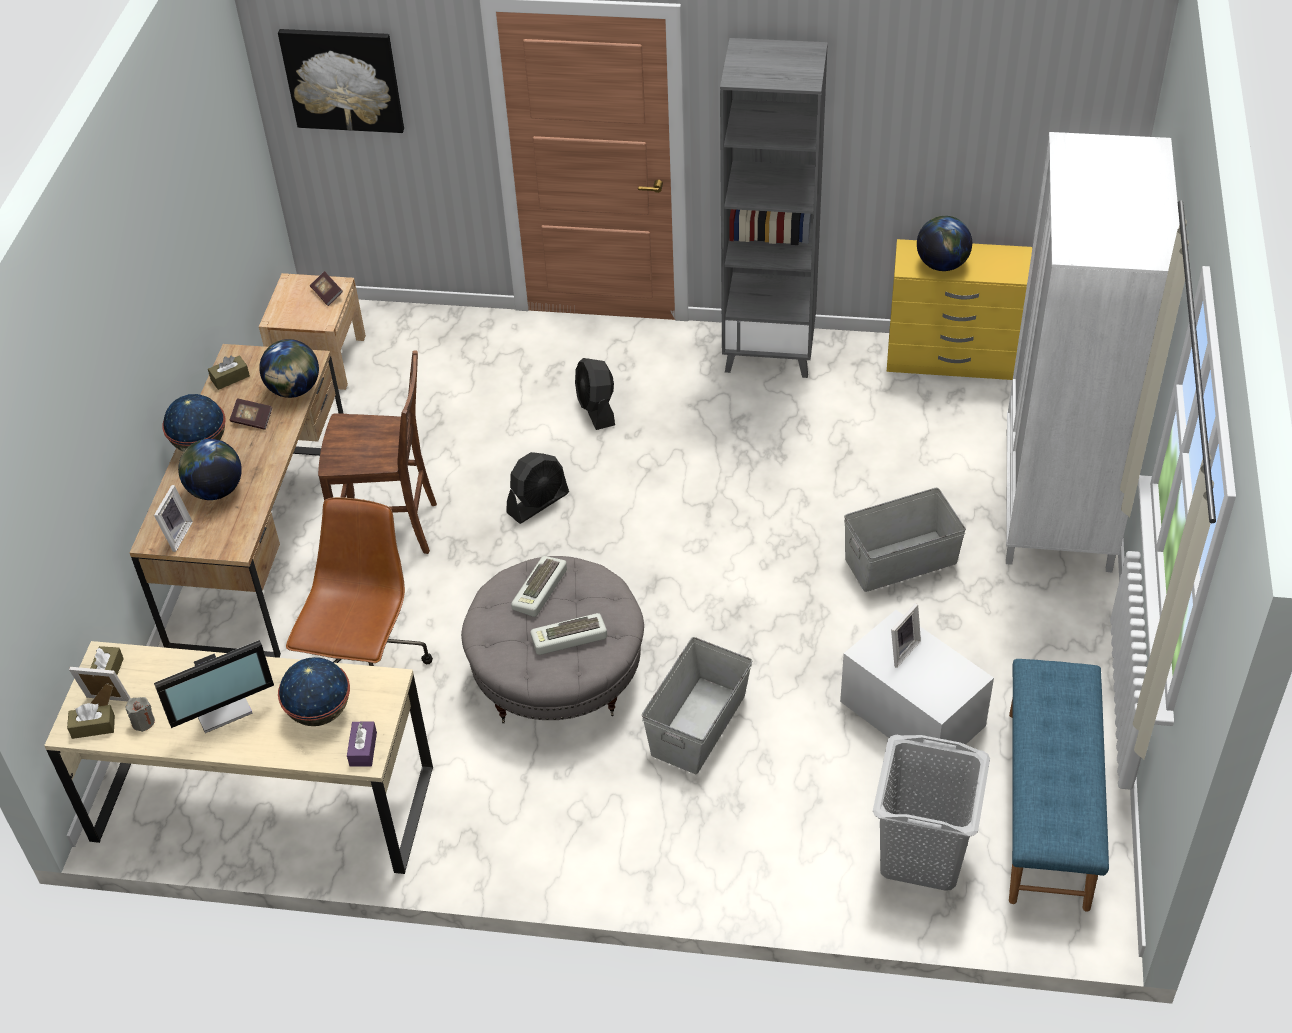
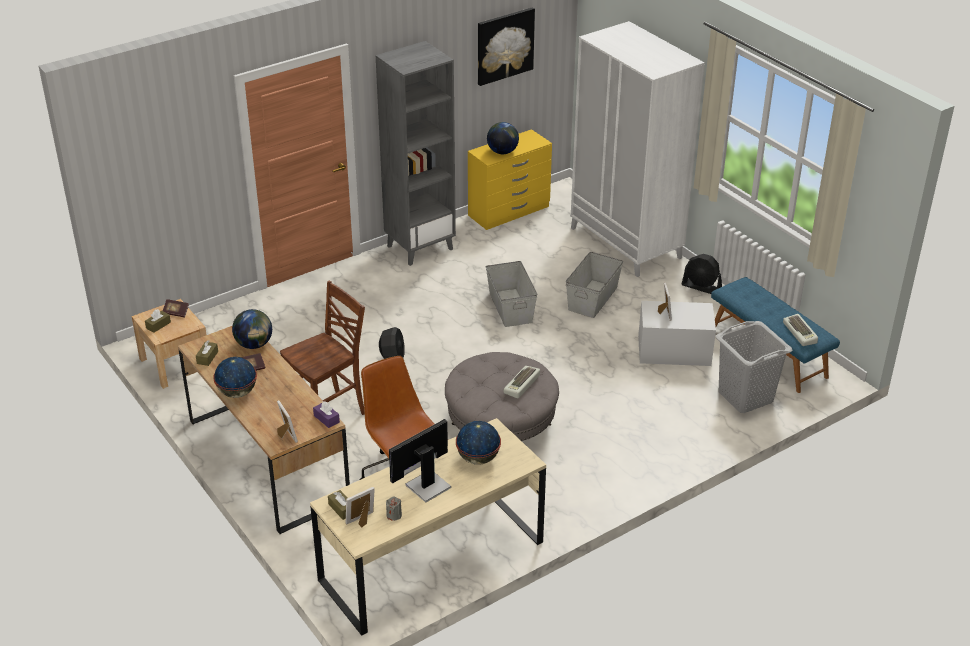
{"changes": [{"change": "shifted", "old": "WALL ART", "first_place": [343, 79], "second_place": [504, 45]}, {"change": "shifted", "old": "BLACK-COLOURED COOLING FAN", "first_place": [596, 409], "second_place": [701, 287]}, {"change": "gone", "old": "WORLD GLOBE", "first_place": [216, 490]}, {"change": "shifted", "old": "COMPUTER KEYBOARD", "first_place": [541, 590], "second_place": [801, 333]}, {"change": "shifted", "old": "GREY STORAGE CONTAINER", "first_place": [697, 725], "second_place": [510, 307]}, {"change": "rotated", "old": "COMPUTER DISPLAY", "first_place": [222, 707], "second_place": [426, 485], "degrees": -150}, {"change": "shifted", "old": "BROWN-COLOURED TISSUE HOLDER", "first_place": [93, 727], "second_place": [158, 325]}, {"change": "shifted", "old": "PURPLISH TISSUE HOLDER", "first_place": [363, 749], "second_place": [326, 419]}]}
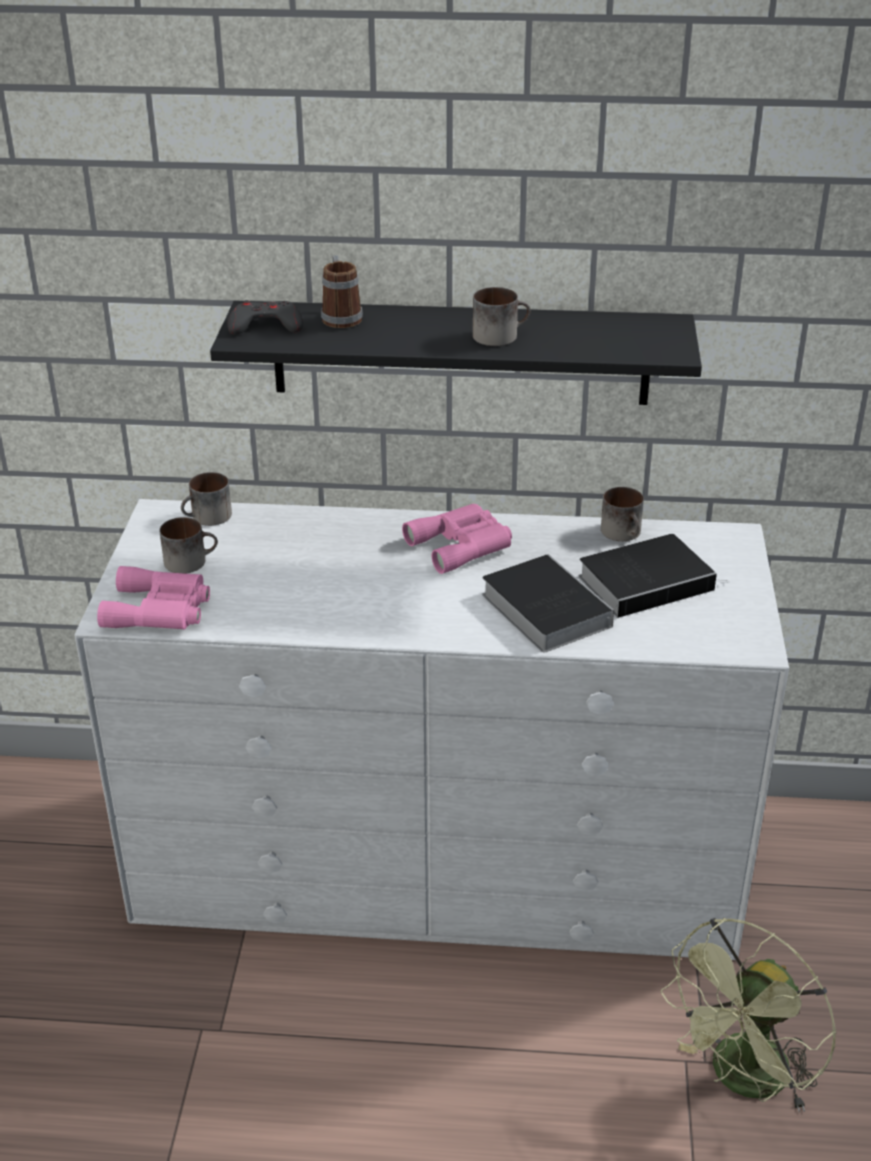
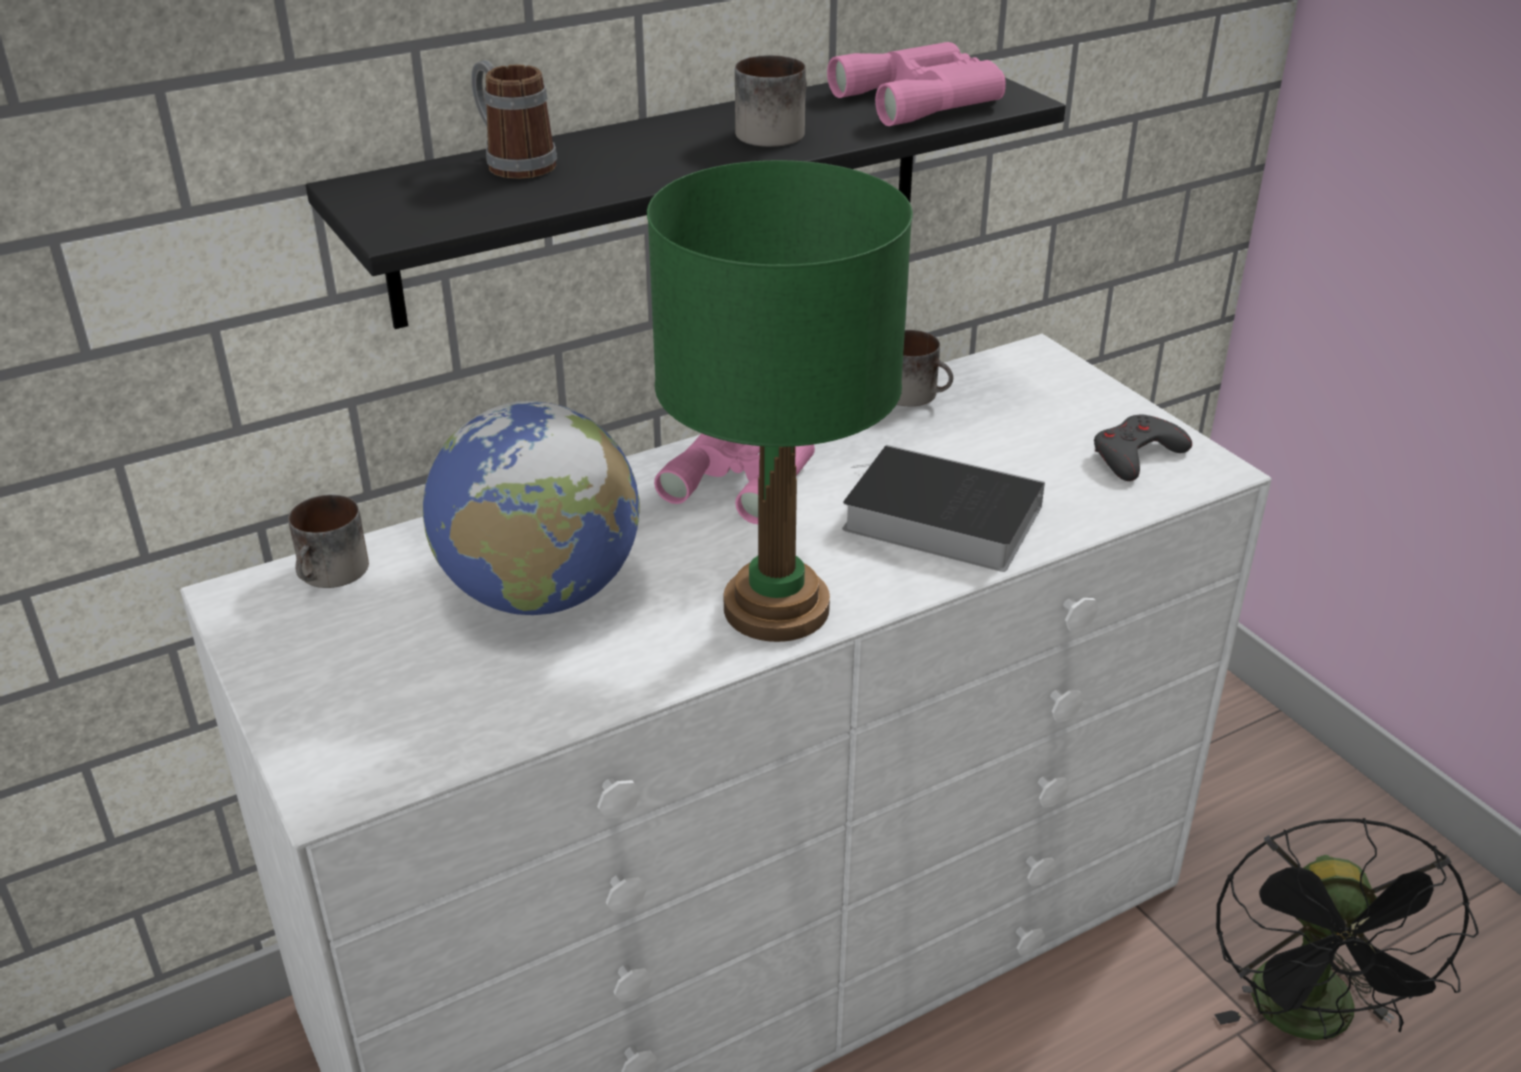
{"changes": [{"change": "shifted", "old": "GREY GAMEPAD", "first_place": [265, 325], "second_place": [1136, 455]}, {"change": "gone", "old": "MUG", "first_place": [190, 560]}, {"change": "gone", "old": "VOLUME", "first_place": [648, 581]}, {"change": "shifted", "old": "PINK FIELD GLASSES", "first_place": [160, 610], "second_place": [924, 99]}, {"change": "repainted", "old": "GREEN-COLOURED COOLING FAN", "new": "BLACK-COLOURED COOLING FAN", "first_place": [743, 1081], "second_place": [1310, 1021]}, {"change": "new", "new": "GREEN-COLOURED TABLE LAMP", "second_place": [776, 607]}, {"change": "new", "new": "WORLD GLOBE", "second_place": [541, 594]}]}
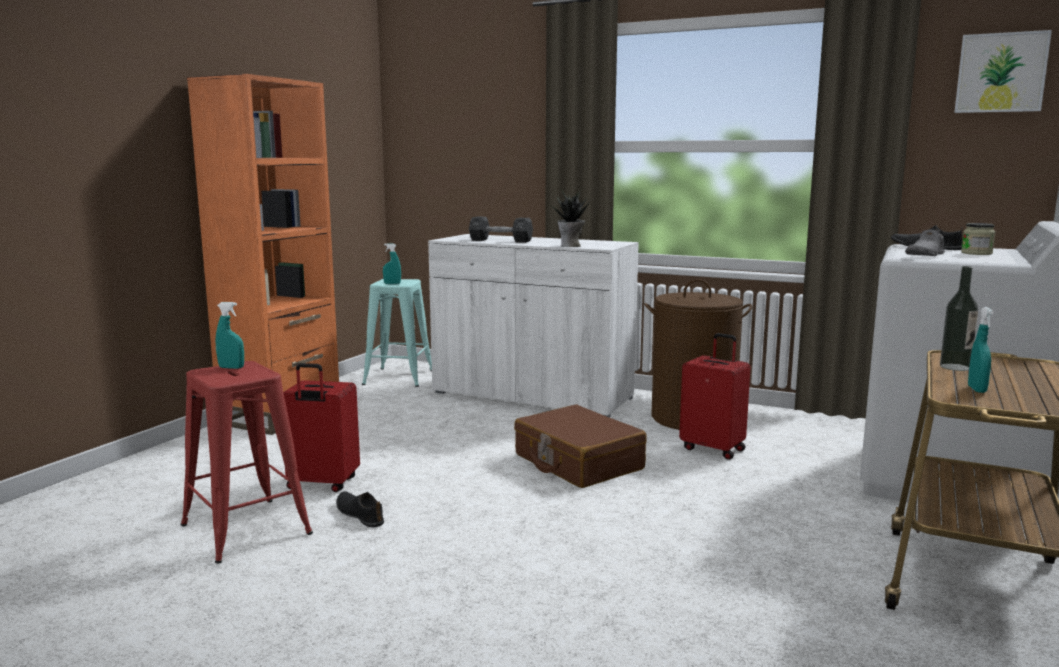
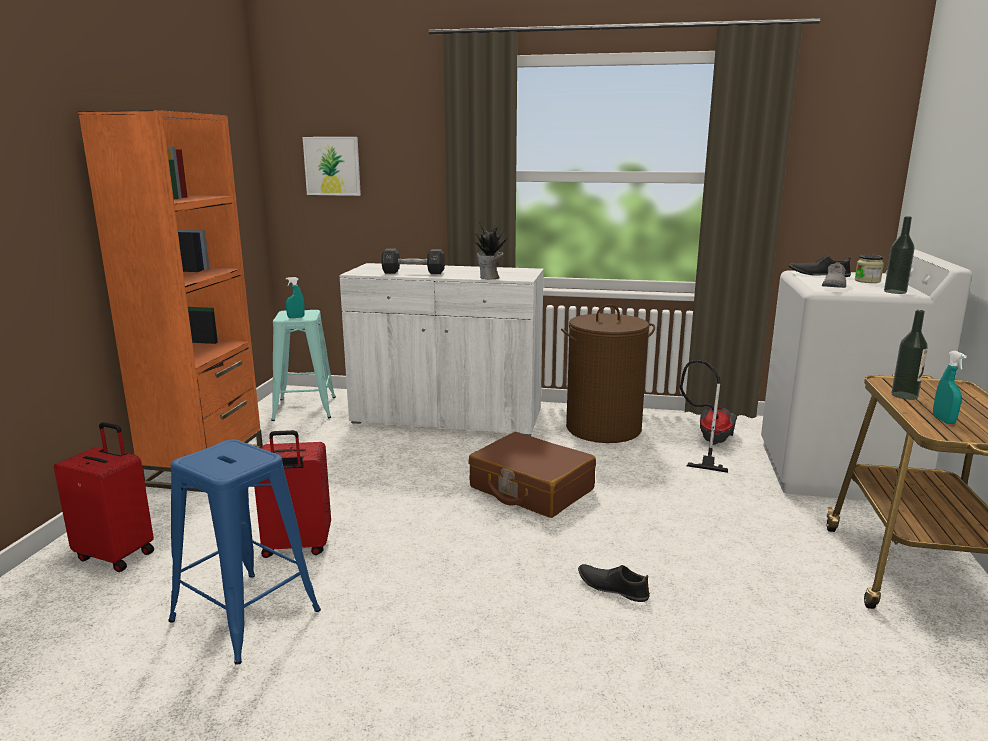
{"changes": [{"change": "shifted", "old": "WALL ART", "first_place": [1001, 73], "second_place": [332, 166]}, {"change": "gone", "old": "TURQUOISE-COLOURED HAND SPRAYER", "first_place": [231, 367]}, {"change": "shifted", "old": "REDDISH TRAVEL CASE", "first_place": [713, 449], "second_place": [117, 555]}, {"change": "repainted", "old": "REDDISH STOOL SEAT", "new": "BLUE-COLOURED STOOL SEAT", "first_place": [246, 529], "second_place": [245, 615]}, {"change": "shifted", "old": "BLACK-COLOURED SHOE", "first_place": [360, 514], "second_place": [612, 587]}, {"change": "new", "new": "DRINK BOTTLE", "second_place": [895, 291]}, {"change": "new", "new": "VACUUM CLEANER", "second_place": [709, 443]}]}
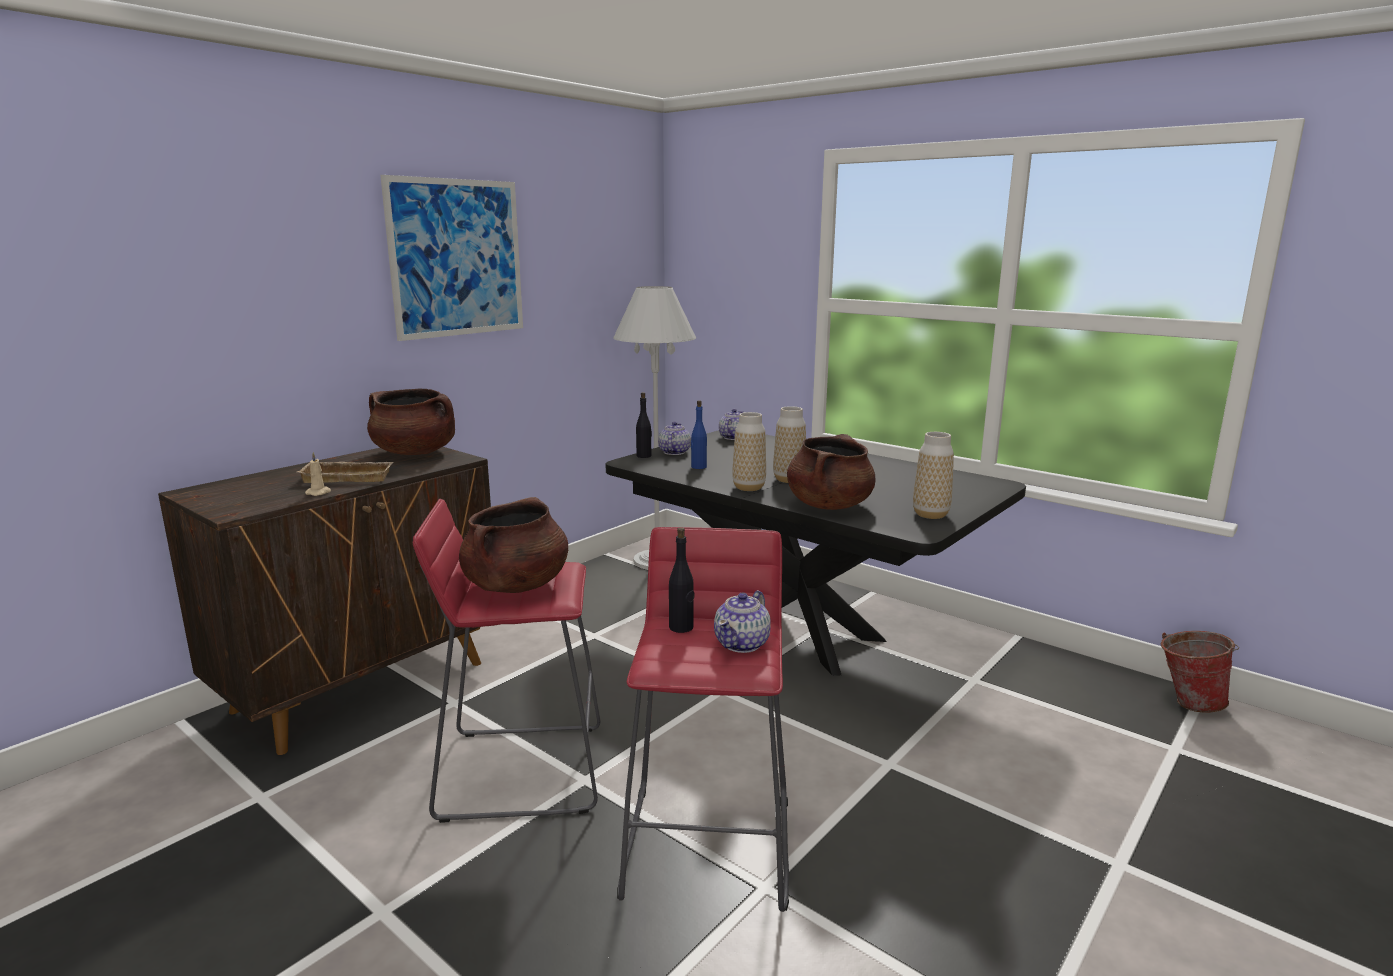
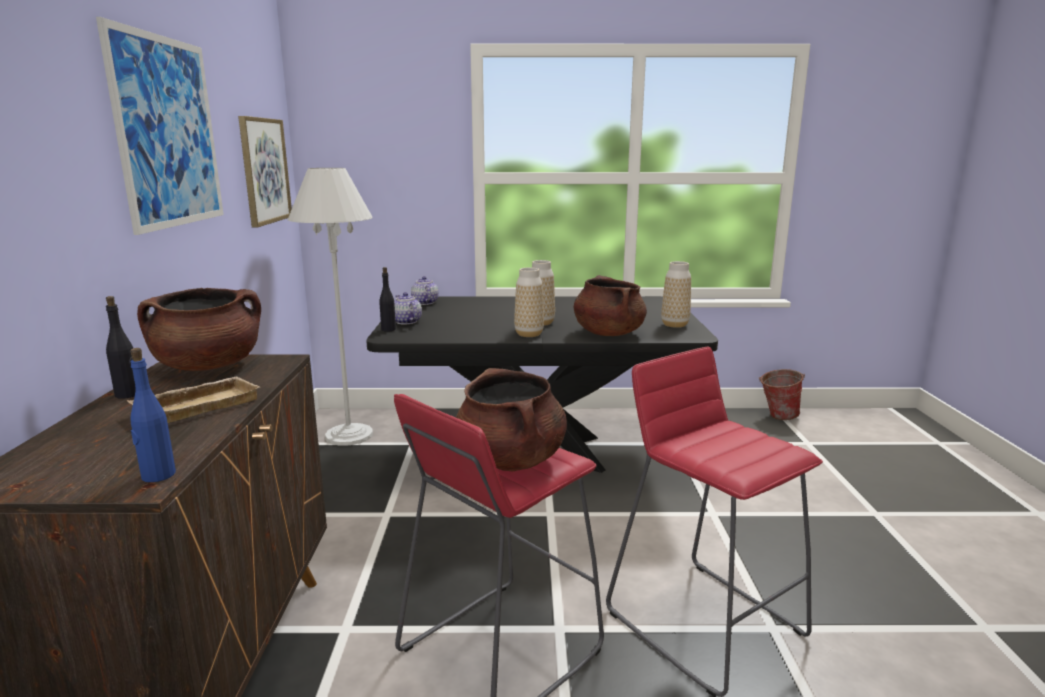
{"changes": [{"change": "shifted", "old": "BLUE-COLOURED DRINK BOTTLE", "first_place": [698, 467], "second_place": [158, 475]}, {"change": "gone", "old": "SAND-COLOURED CANDLE", "first_place": [319, 493]}, {"change": "shifted", "old": "BLACK-COLOURED DRINK BOTTLE", "first_place": [681, 627], "second_place": [128, 394]}, {"change": "gone", "old": "TEA POT", "first_place": [742, 643]}, {"change": "new", "new": "WALL ART", "second_place": [264, 171]}]}
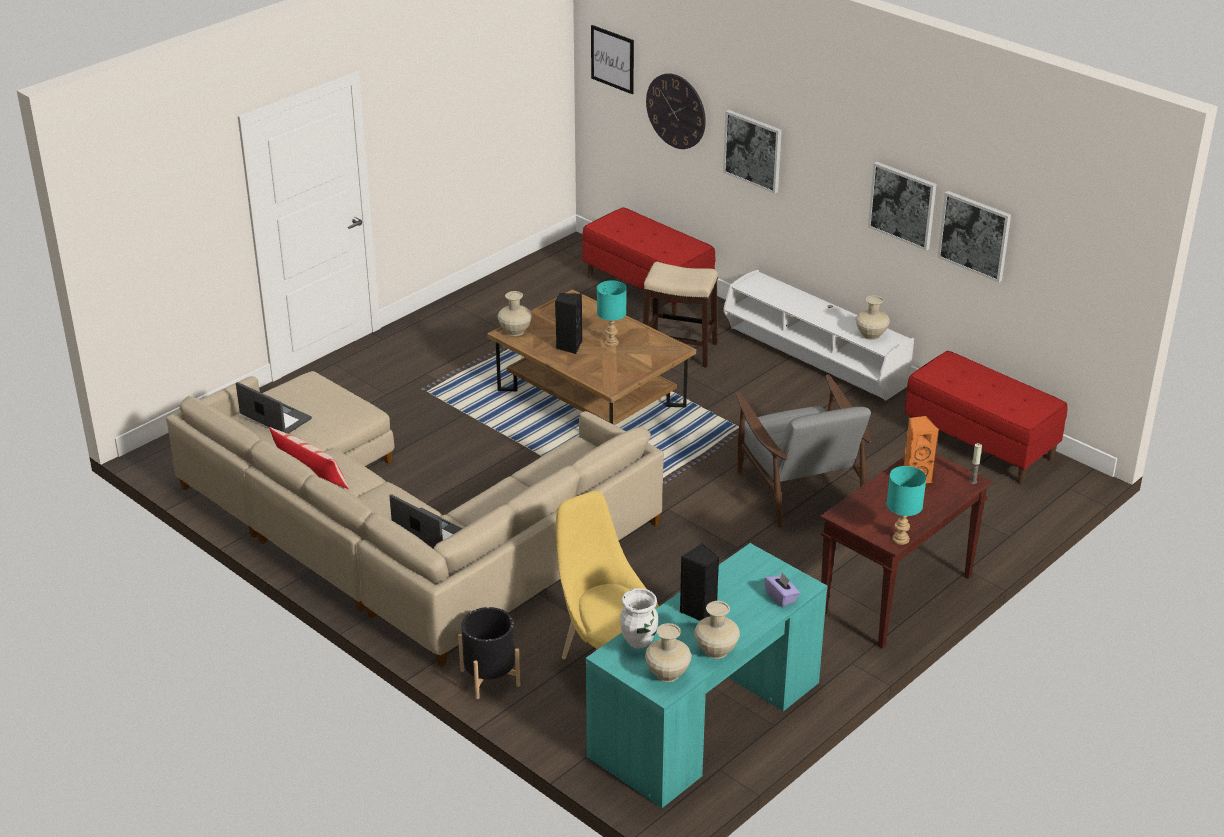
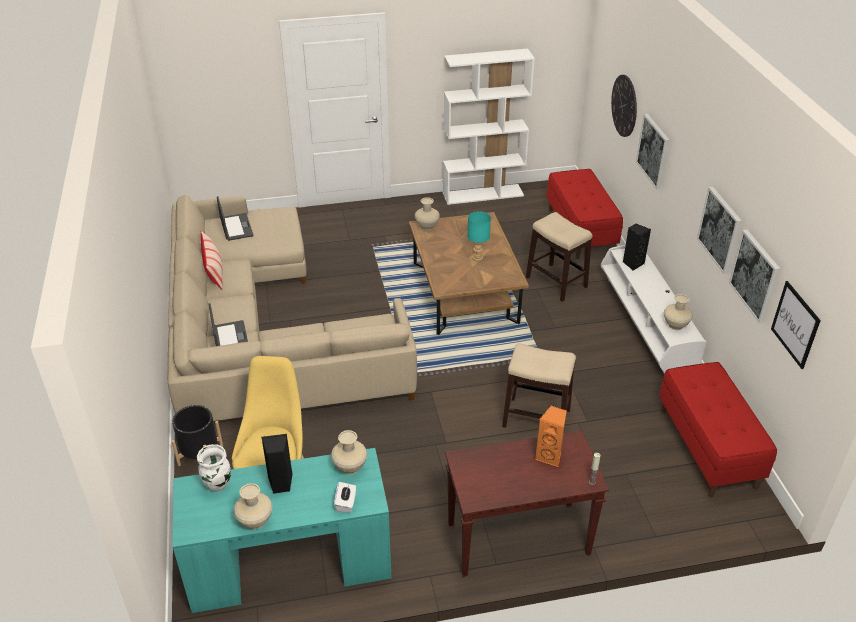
{"changes": [{"change": "shifted", "old": "WALL ART", "first_place": [612, 59], "second_place": [795, 324]}, {"change": "shifted", "old": "BLACK-COLOURED SPEAKER", "first_place": [569, 346], "second_place": [632, 263]}, {"change": "swapped", "old": "GREY ARMCHAIR", "new": "STOOL SEAT", "first_place": [800, 487], "second_place": [535, 418]}, {"change": "gone", "old": "TURQUOISE-COLOURED TABLE LAMP", "first_place": [900, 539]}, {"change": "repainted", "old": "PURPLISH TISSUE HOLDER", "new": "WHITE TISSUE HOLDER", "first_place": [781, 597], "second_place": [346, 503]}, {"change": "shifted", "old": "SAND-COLOURED DECORATIVE VASE", "first_place": [667, 674], "second_place": [349, 467]}, {"change": "new", "new": "WHITE BOOKSHELF", "second_place": [483, 194]}]}
